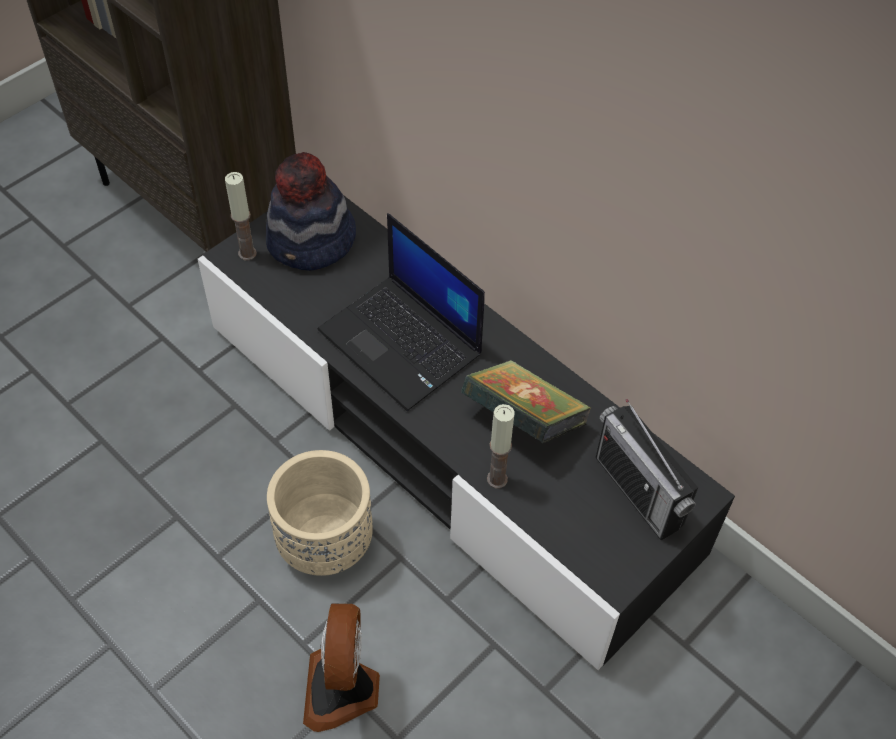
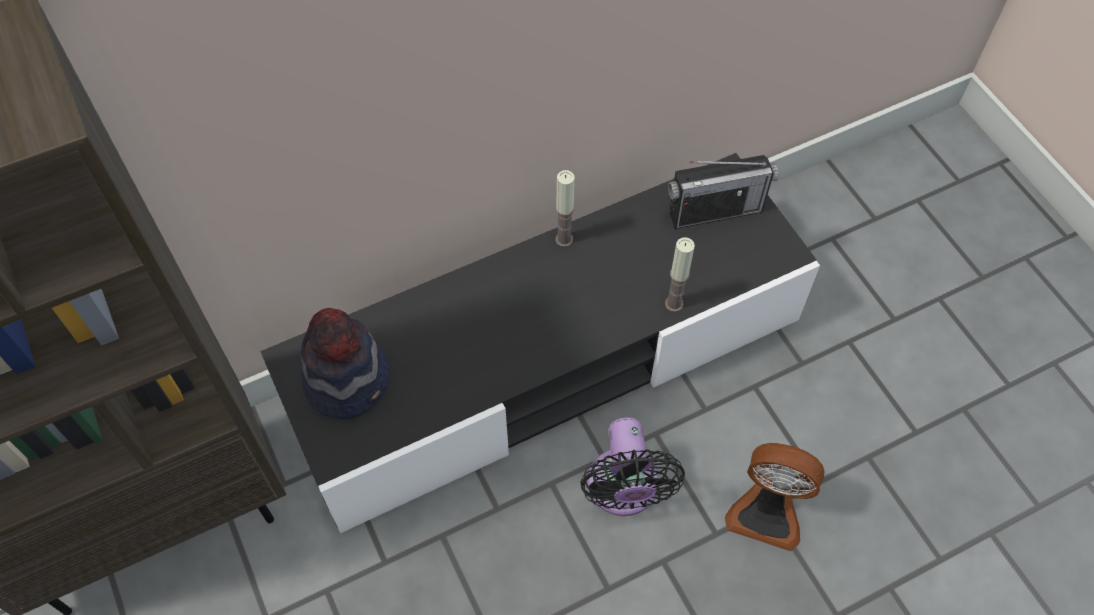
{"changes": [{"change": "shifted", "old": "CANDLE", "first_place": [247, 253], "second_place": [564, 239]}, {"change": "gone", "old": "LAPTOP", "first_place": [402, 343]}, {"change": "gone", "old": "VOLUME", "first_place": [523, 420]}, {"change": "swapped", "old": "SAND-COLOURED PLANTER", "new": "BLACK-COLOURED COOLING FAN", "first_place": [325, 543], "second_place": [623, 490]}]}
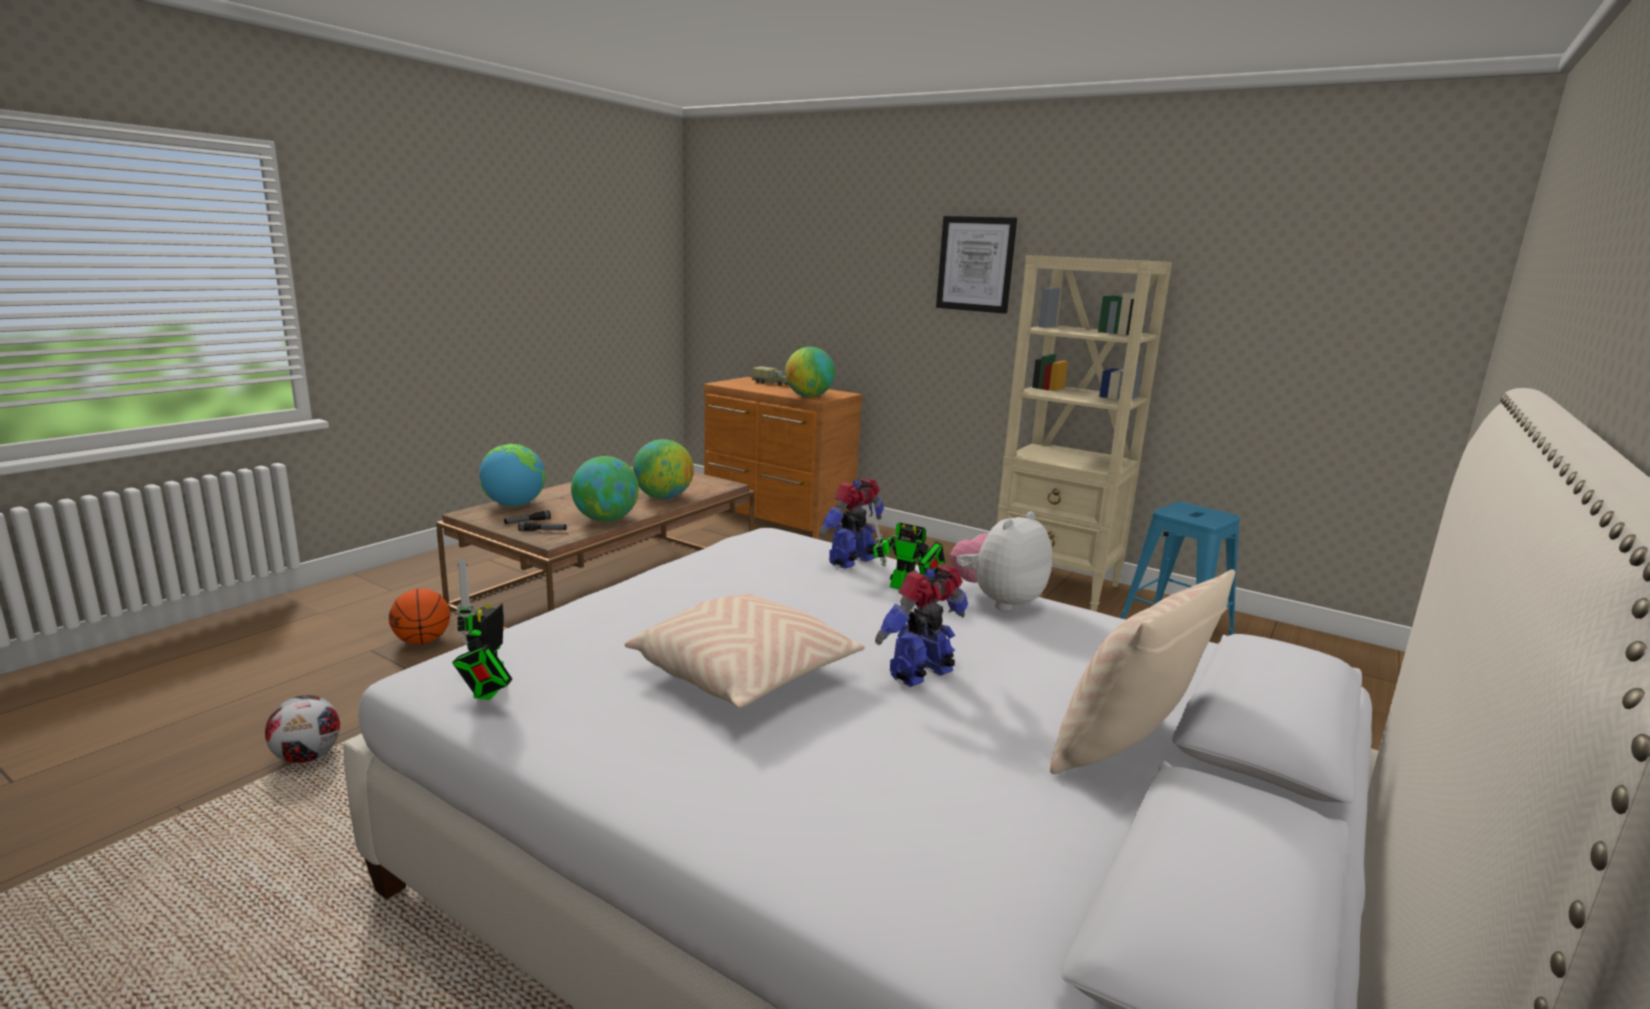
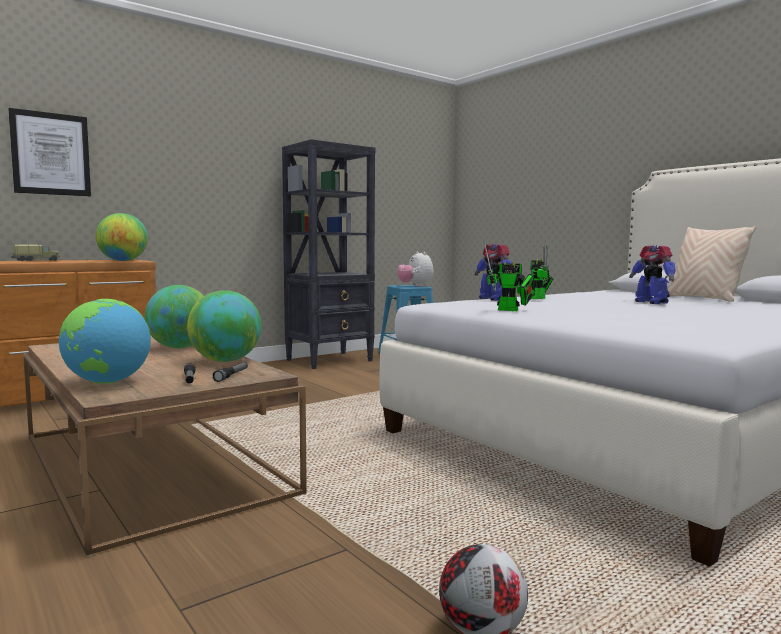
{"changes": [{"change": "shifted", "old": "WALL ART", "first_place": [975, 264], "second_place": [51, 154]}, {"change": "repainted", "old": "SAND-COLOURED BOOKSHELF", "new": "BLACK-COLOURED BOOKSHELF", "first_place": [1057, 585], "second_place": [330, 360]}, {"change": "shifted", "old": "CUDDLY TOY", "first_place": [998, 601], "second_place": [415, 286]}, {"change": "shifted", "old": "TOY ROBOT", "first_place": [487, 693], "second_place": [511, 310]}, {"change": "gone", "old": "BASKETBALL", "first_place": [422, 641]}, {"change": "gone", "old": "SAND-COLOURED CUSHION", "first_place": [745, 675]}]}
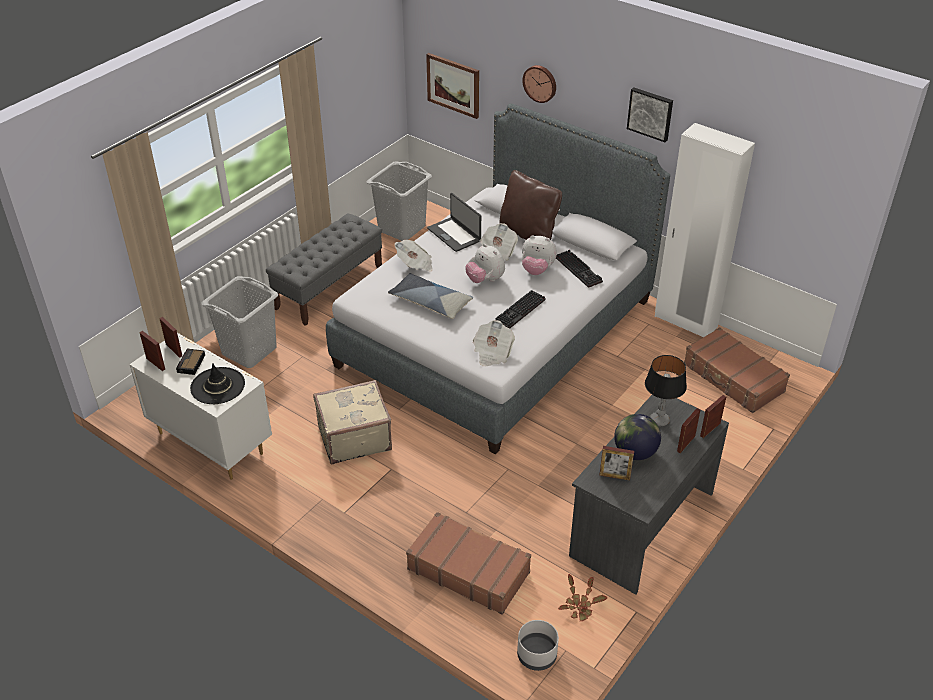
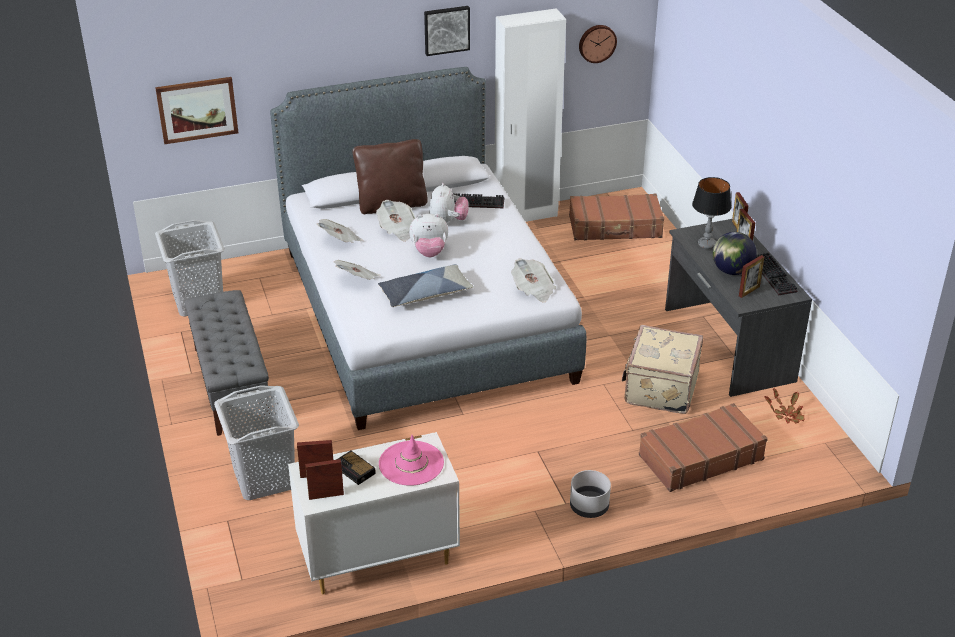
{"changes": [{"change": "shifted", "old": "CLOCK ON THE WALL", "first_place": [540, 83], "second_place": [597, 43]}, {"change": "swapped", "old": "LAPTOP", "new": "NEWSPAPER", "first_place": [454, 234], "second_place": [340, 241]}, {"change": "rotated", "old": "CUDDLY TOY", "first_place": [537, 270], "second_place": [448, 222], "degrees": -45}, {"change": "shifted", "old": "COMPUTER KEYBOARD", "first_place": [520, 311], "second_place": [775, 276]}, {"change": "repainted", "old": "BLACK-COLOURED CLOTHING HAT", "new": "PINK CLOTHING HAT", "first_place": [218, 386], "second_place": [411, 463]}, {"change": "shifted", "old": "SAND-COLOURED TRAVEL CASE", "first_place": [353, 437], "second_place": [659, 388]}, {"change": "shifted", "old": "GREY PLANTER", "first_place": [536, 655], "second_place": [588, 506]}]}
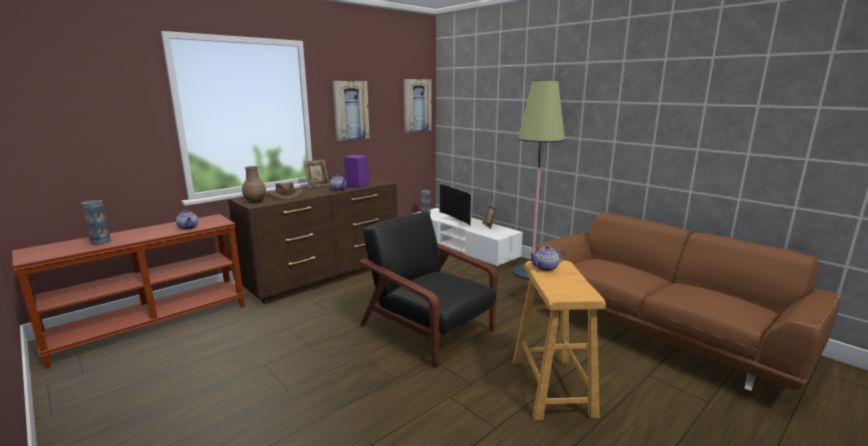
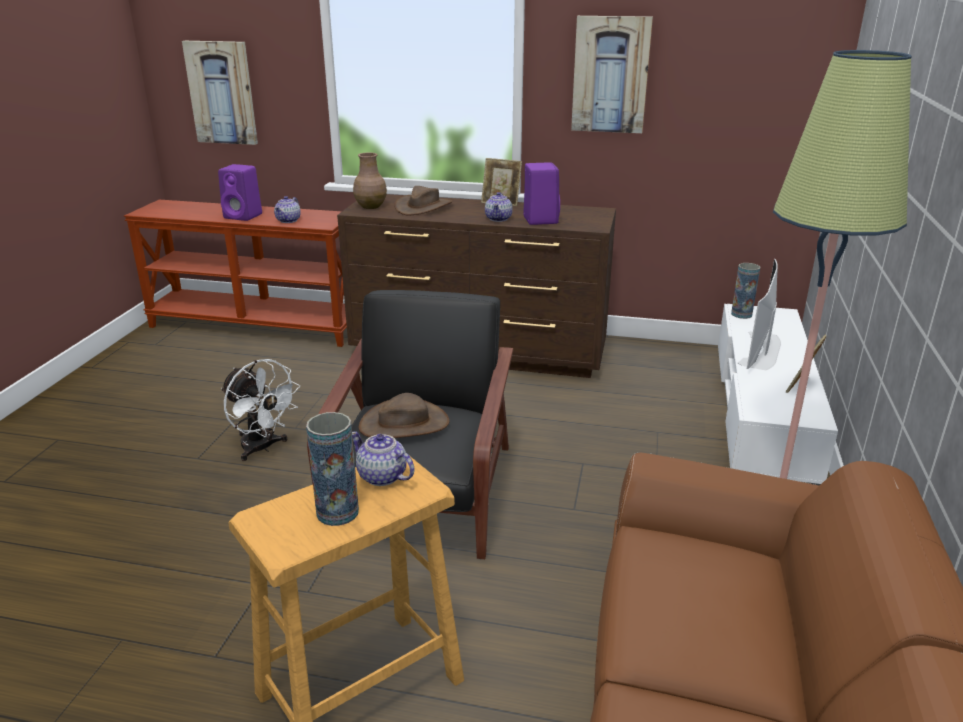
{"changes": [{"change": "shifted", "old": "WALL ART", "first_place": [417, 105], "second_place": [222, 93]}, {"change": "shifted", "old": "DECORATIVE VASE", "first_place": [101, 242], "second_place": [337, 512]}, {"change": "new", "new": "PURPLISH SPEAKER", "second_place": [244, 216]}, {"change": "new", "new": "WHITE COOLING FAN", "second_place": [262, 448]}, {"change": "new", "new": "BROWN-COLOURED CLOTHING HAT", "second_place": [404, 424]}]}
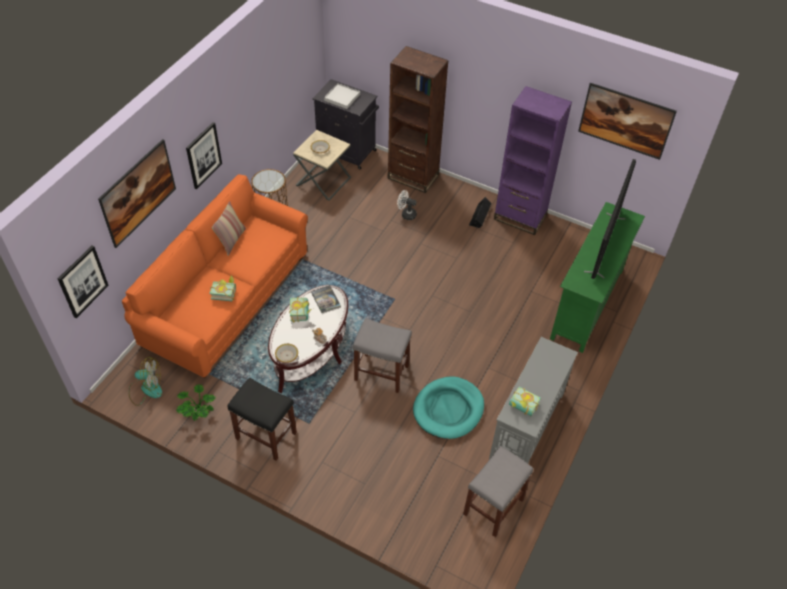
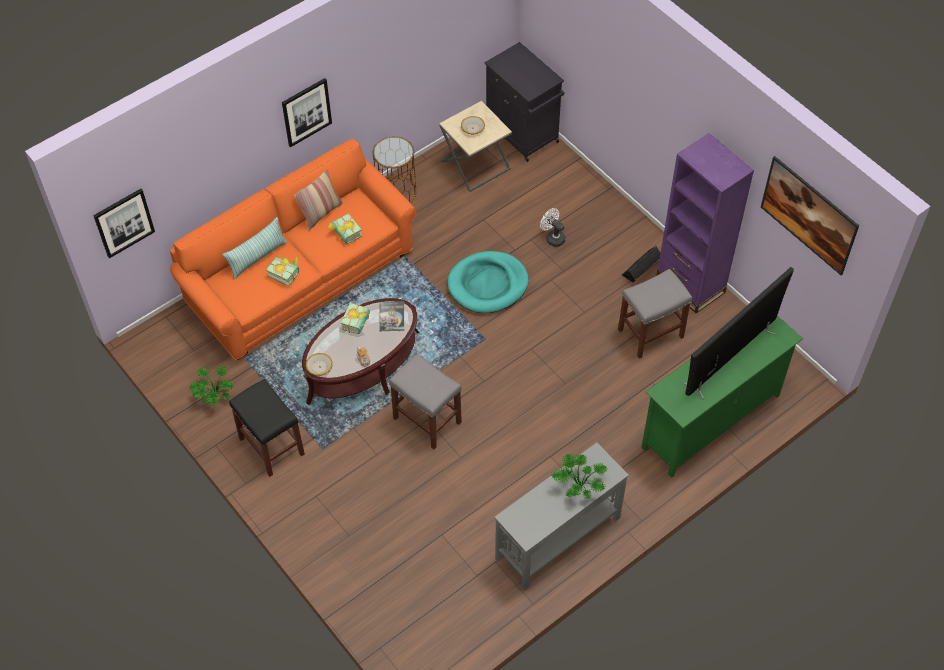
{"changes": [{"change": "gone", "old": "BROWN-COLOURED BOOKSHELF", "first_place": [413, 177]}, {"change": "gone", "old": "WHITE SERVING TRAY", "first_place": [342, 97]}, {"change": "gone", "old": "WALL ART", "first_place": [142, 205]}, {"change": "gone", "old": "COOLING FAN", "first_place": [146, 389]}, {"change": "shifted", "old": "TURQUOISE-COLOURED DOG BED", "first_place": [448, 409], "second_place": [488, 284]}, {"change": "shifted", "old": "VOLUME", "first_place": [522, 407], "second_place": [344, 235]}, {"change": "shifted", "old": "GREY STOOL SEAT", "first_place": [493, 507], "second_place": [650, 334]}, {"change": "new", "new": "CUSHION", "second_place": [257, 257]}, {"change": "new", "new": "PLANT IN A POT", "second_place": [578, 485]}]}
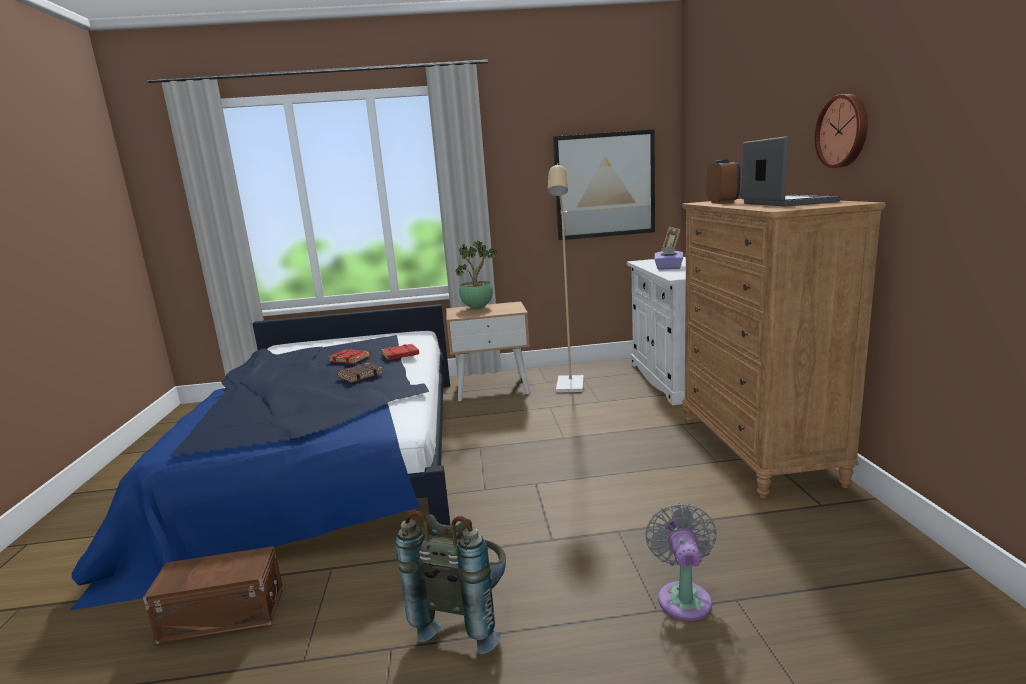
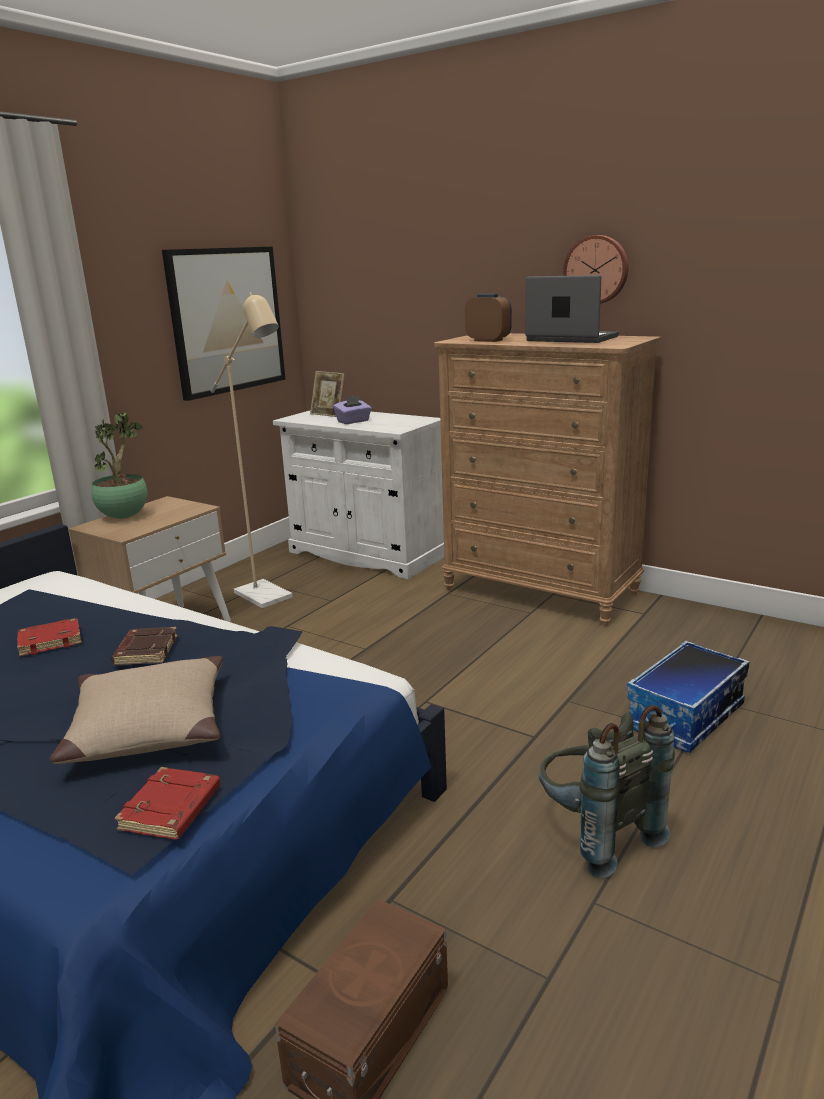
{"changes": [{"change": "shifted", "old": "REDDISH VOLUME", "first_place": [400, 355], "second_place": [171, 810]}, {"change": "swapped", "old": "GREY COOLING FAN", "new": "STORAGE CONTAINER", "first_place": [683, 597], "second_place": [686, 717]}, {"change": "new", "new": "SAND-COLOURED CUSHION", "second_place": [147, 726]}]}
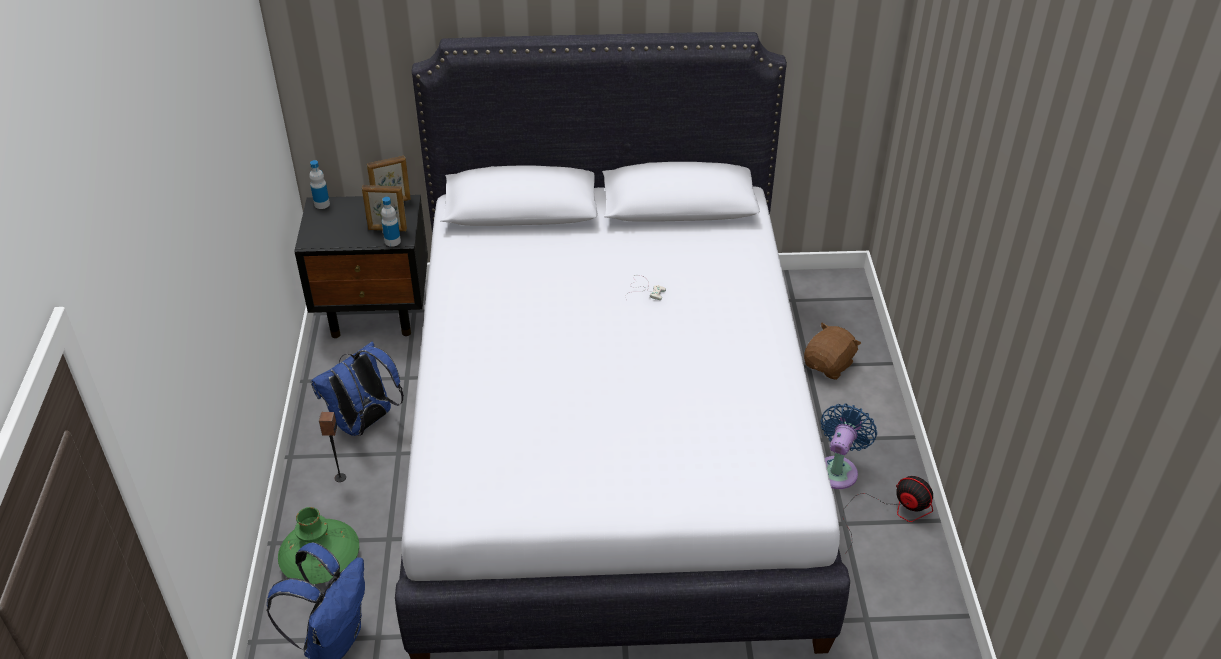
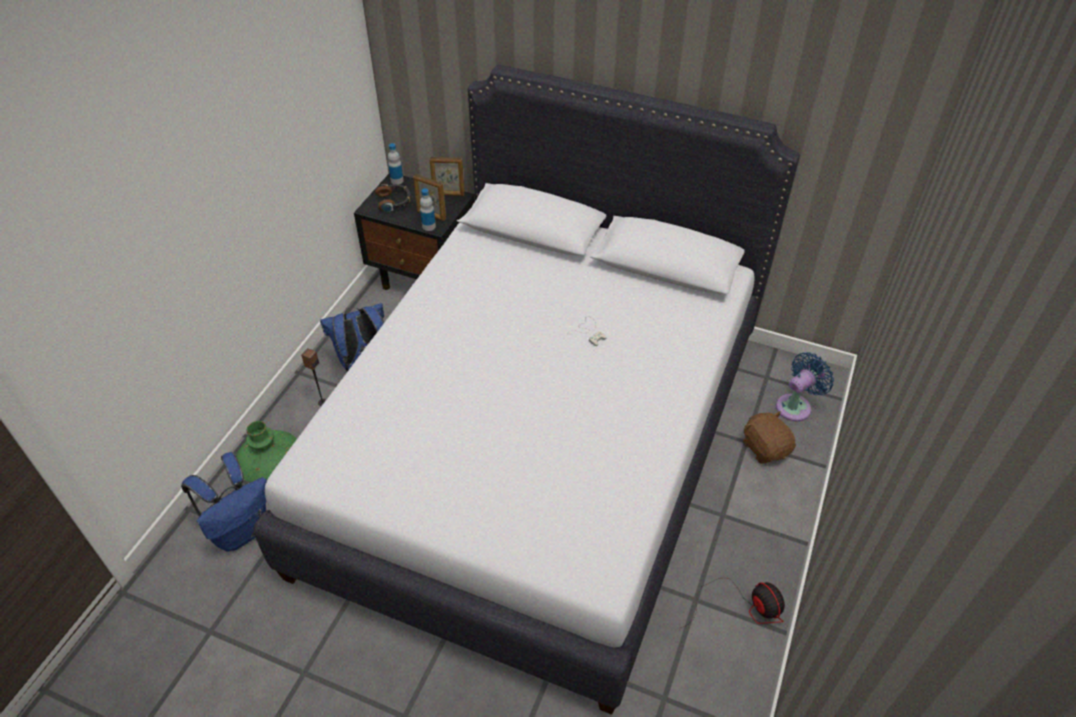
{"changes": [{"change": "rotated", "old": "BROWN-COLOURED CUDDLY TOY", "first_place": [829, 365], "second_place": [765, 448], "degrees": -90}, {"change": "shifted", "old": "BLUE-COLOURED COOLING FAN", "first_place": [838, 469], "second_place": [796, 406]}, {"change": "new", "new": "HEADPHONES", "second_place": [394, 201]}]}
